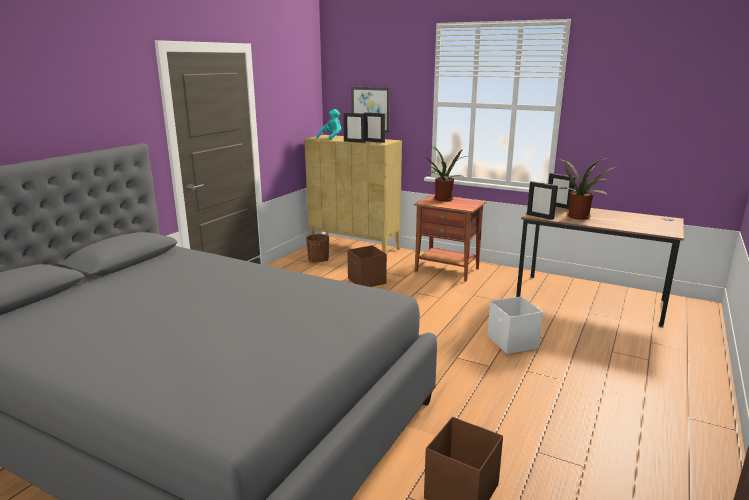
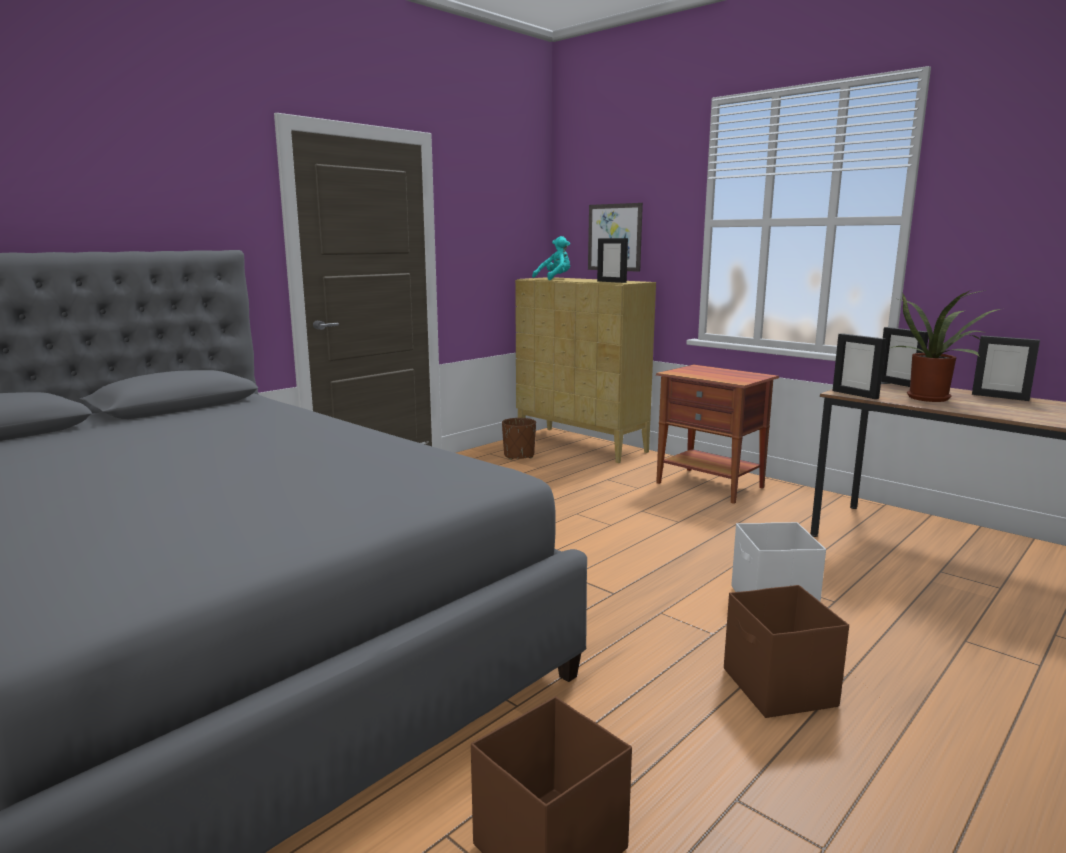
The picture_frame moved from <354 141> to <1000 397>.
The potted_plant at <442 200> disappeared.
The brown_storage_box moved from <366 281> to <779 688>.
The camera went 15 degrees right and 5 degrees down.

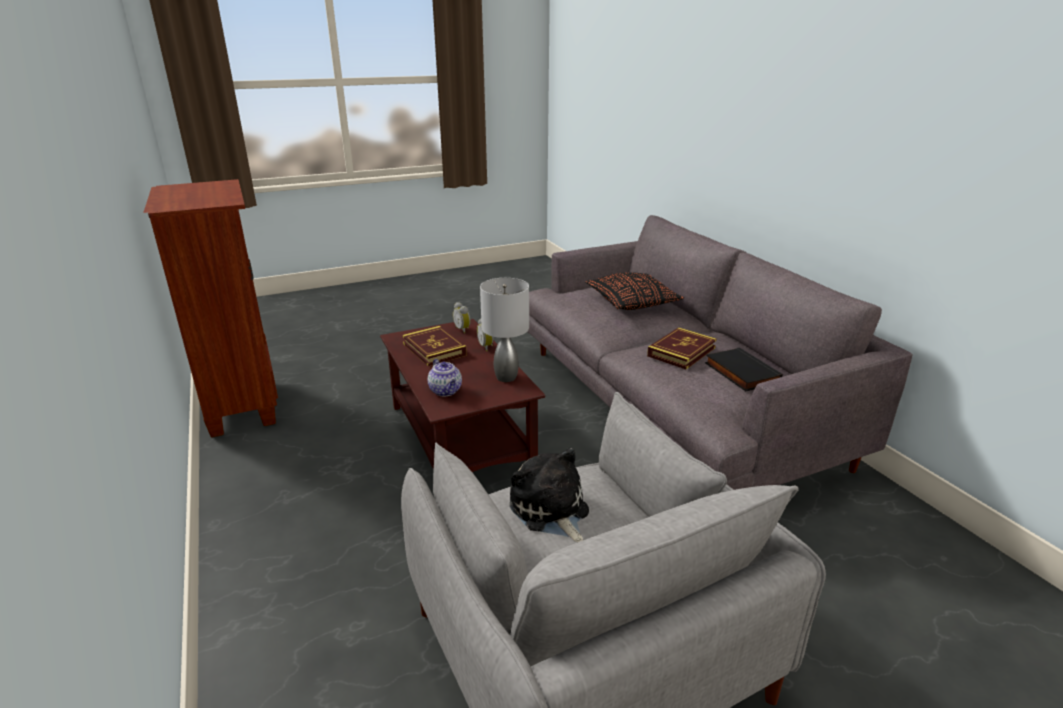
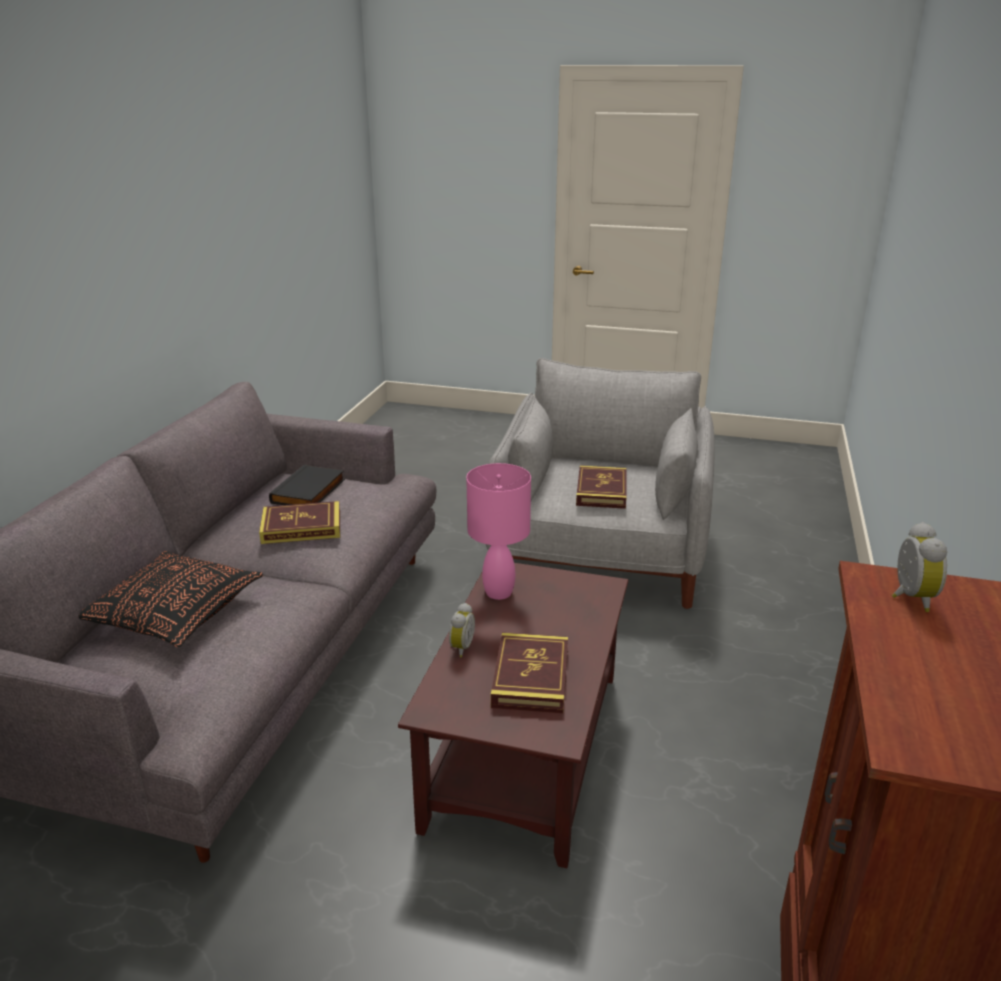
The grey_table_lamp at <506 377> became the pink_table_lamp at <498 593>.
The alarm_clock moved from <463 329> to <909 598>.
The teapot at <446 391> disappeared.
The plush_toy at <550 511> was replaced by the book at <601 491>.
The camera went 140 degrees left and 0 degrees up.

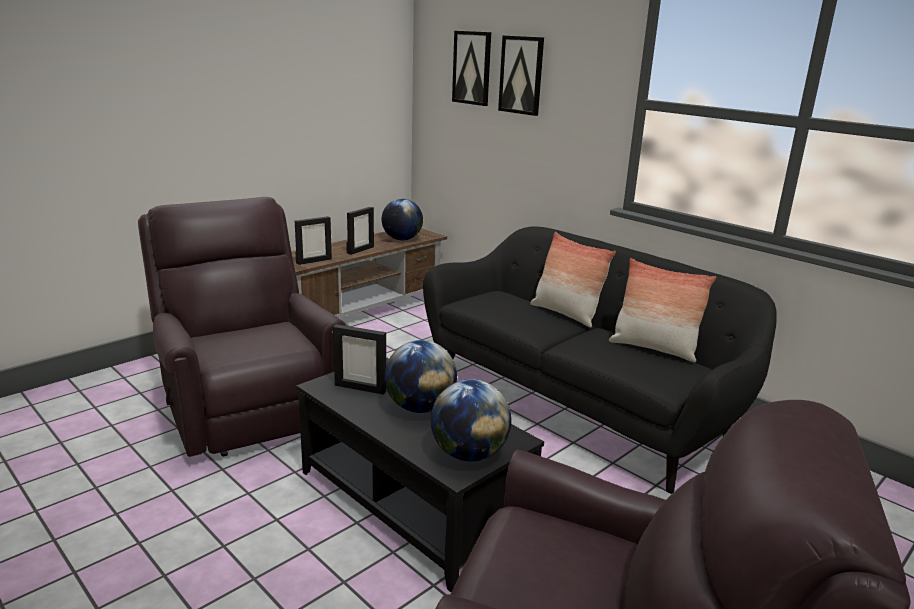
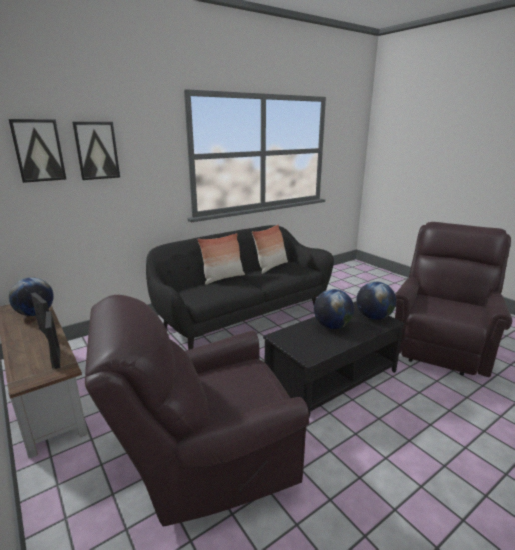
The picture_frame at <360 387> disappeared.
The camera went 80 degrees left and 0 degrees up.

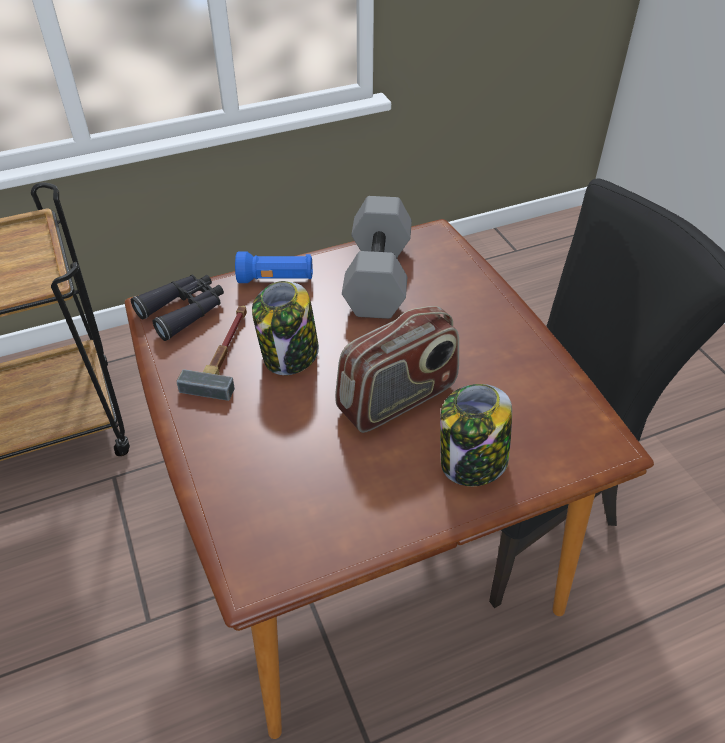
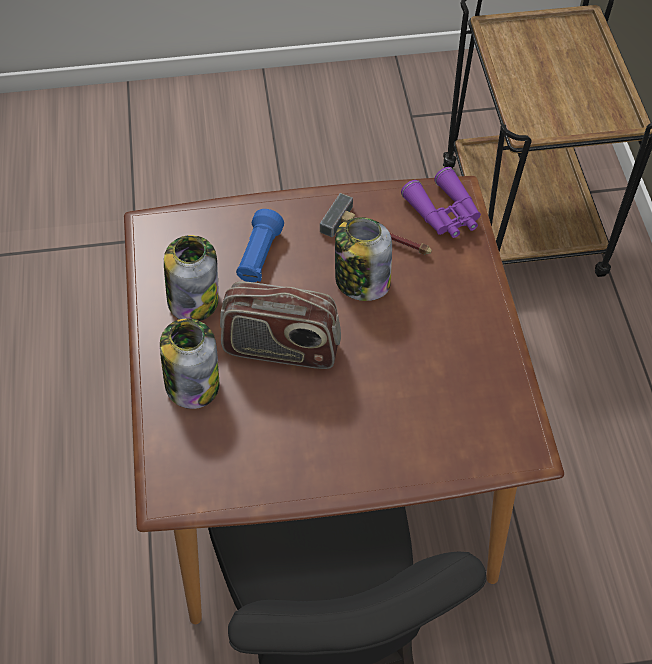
The grey_dumbbell at <380 278> disappeared.
The blue_flashlight moved from <276 279> to <259 257>.
The black_binoculars at <184 311> became the purple_binoculars at <444 213>.
The radio at <398 399> turned 60 degrees counterclockwise.
The jar at <193 299> appeared.
The camera went 105 degrees right and 10 degrees up.

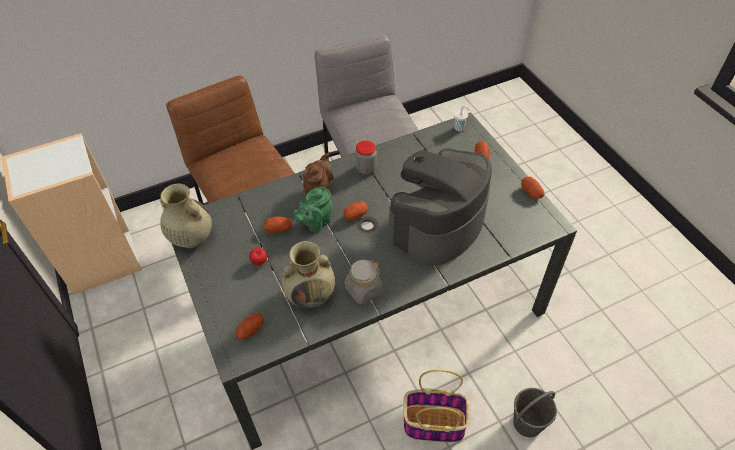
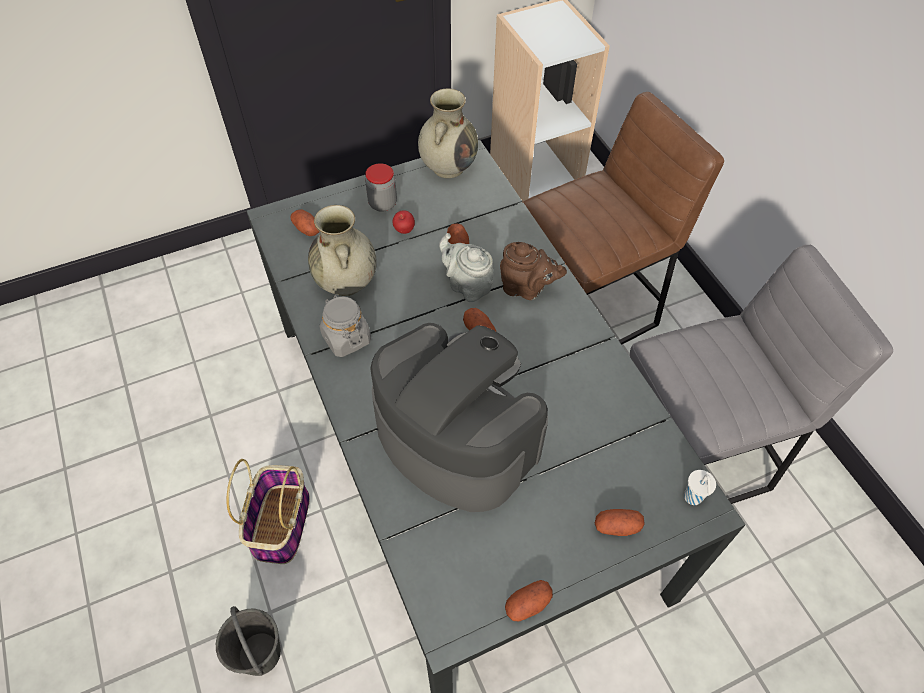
The jar moved from <366 168> to <382 203>.
The green_teapot at <316 223> became the grey_teapot at <467 285>.
The camera went 90 degrees right and 5 degrees up.

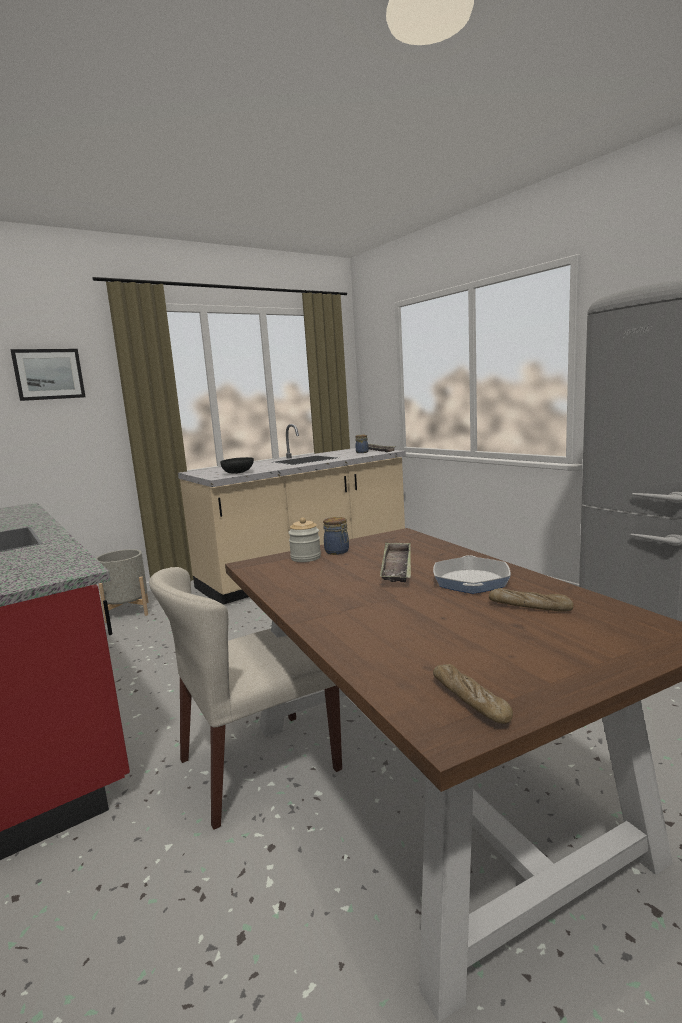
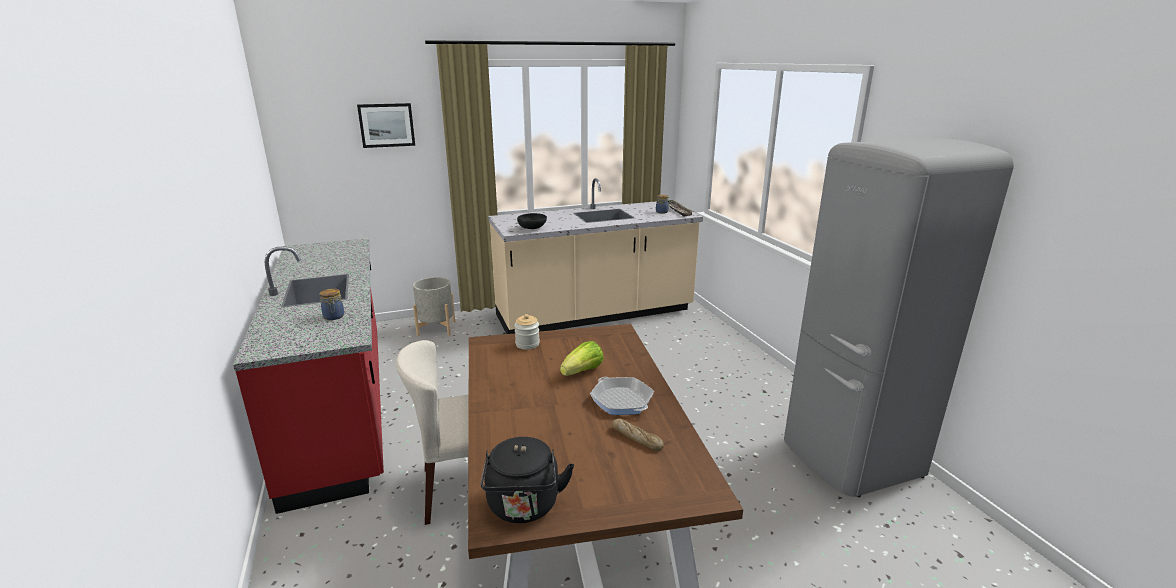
The jar moved from <337 552> to <334 317>.
The tray at <397 567> was replaced by the lettuce at <583 372>.
The frying_pan at <471 581> turned 60 degrees counterclockwise.
The bread at <469 701> was replaced by the black_kettle at <524 507>.
The camera went 15 degrees right and 10 degrees up.

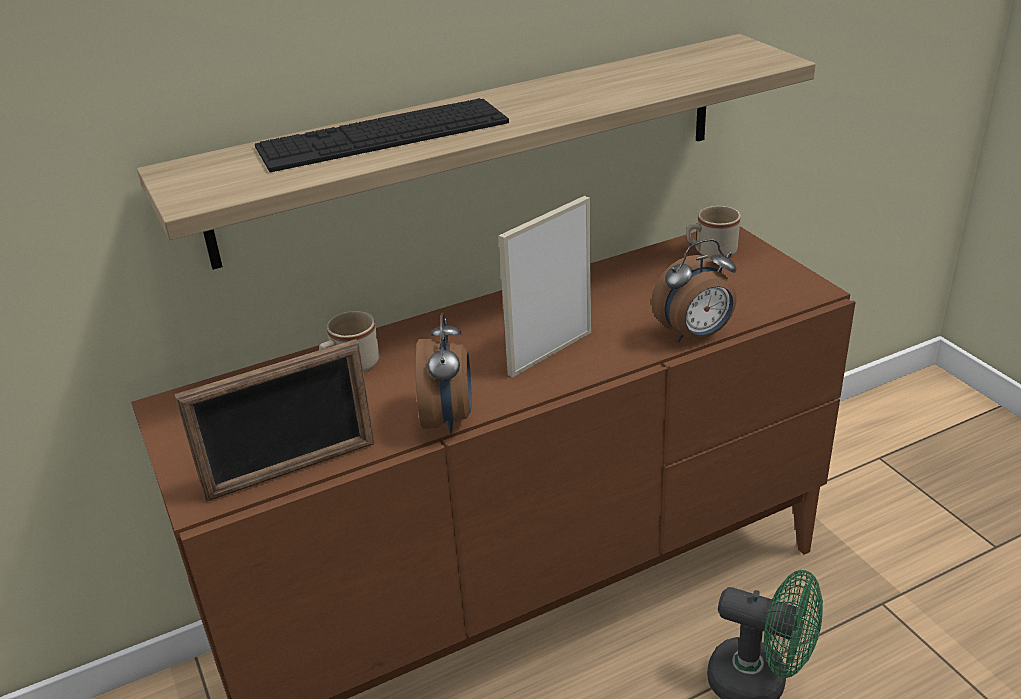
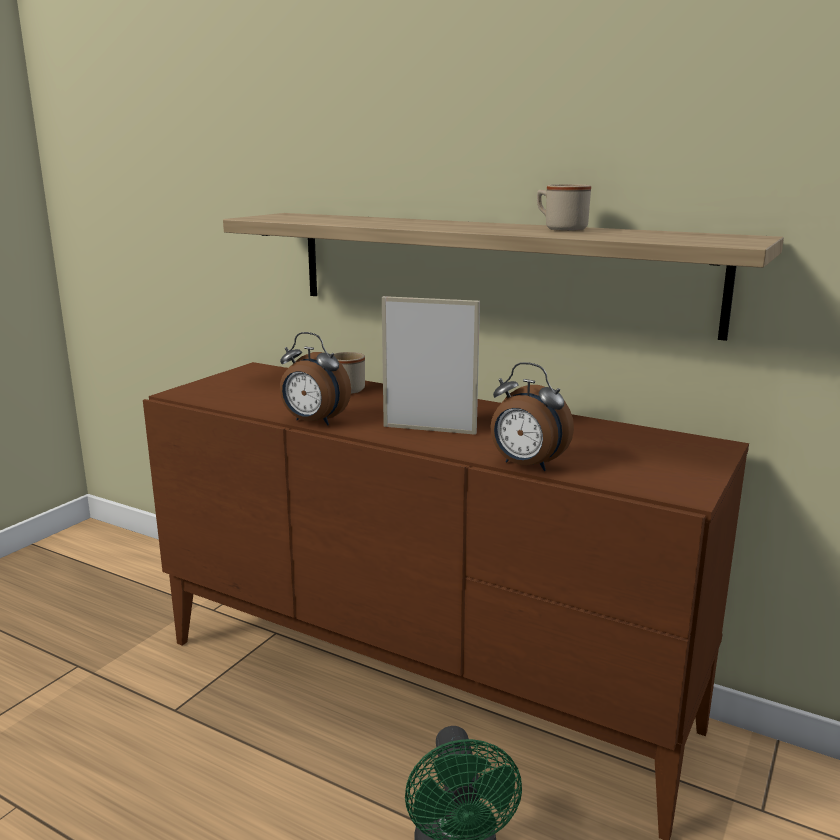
The keyboard at <383 135> disappeared.
The beige_mug moved from <710 252> to <560 229>.
The alarm_clock at <448 419> turned 60 degrees clockwise.
The picture_frame at <292 470> disappeared.
The camera went 55 degrees right and 15 degrees down.

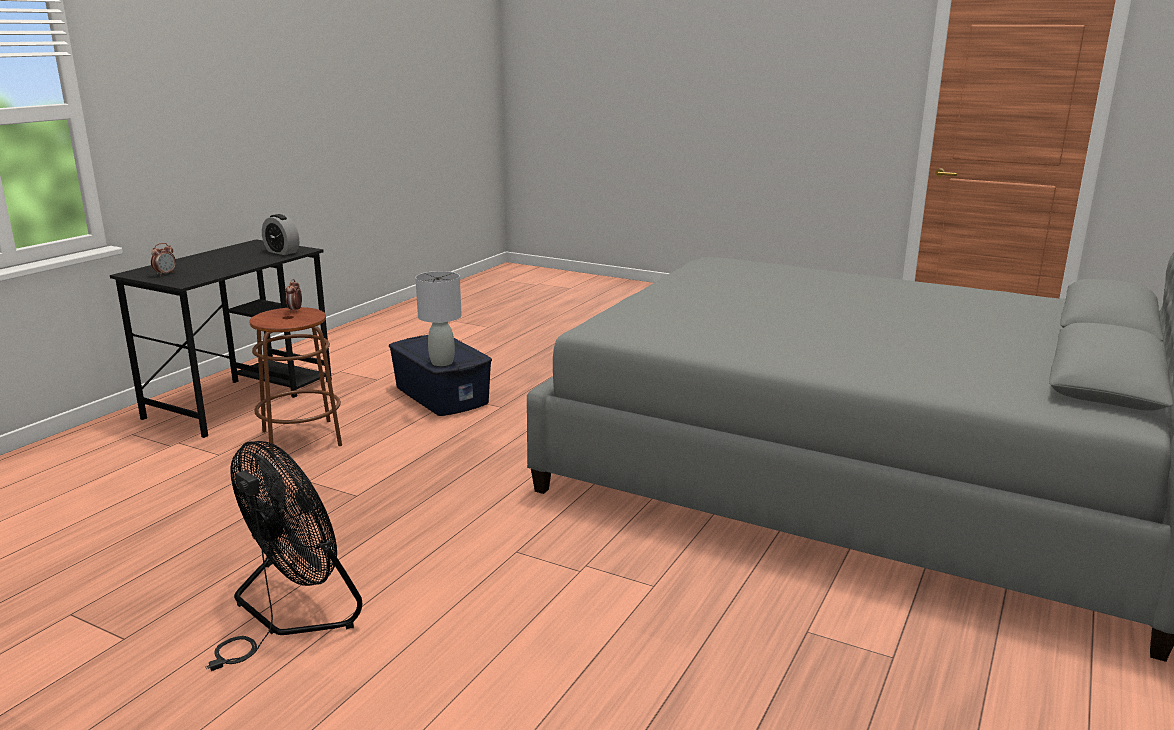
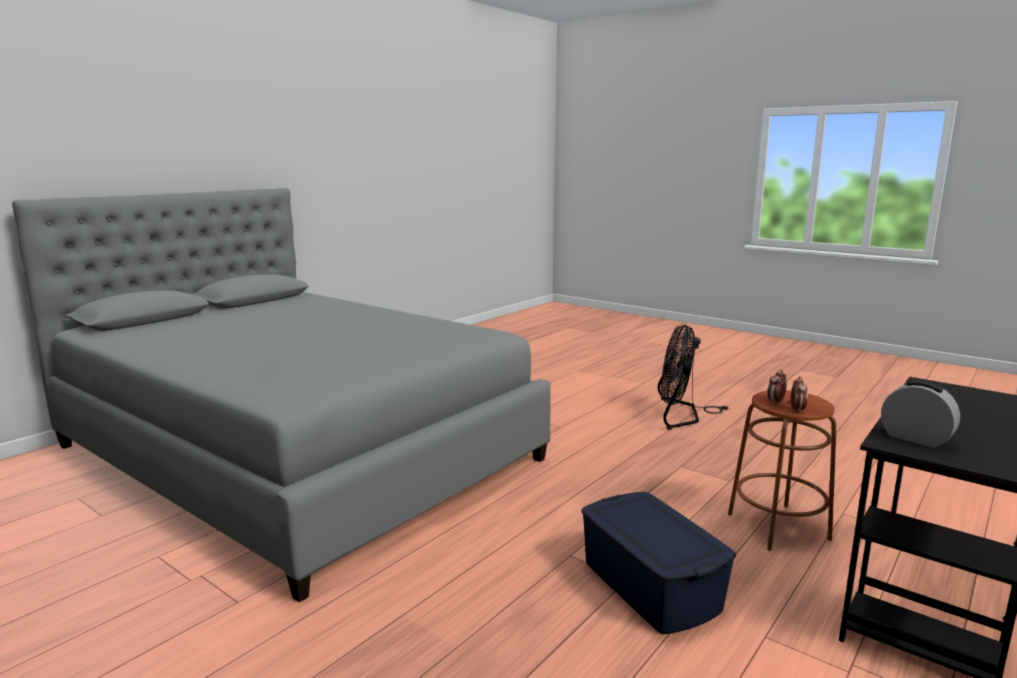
The alarm_clock moved from <165 274> to <775 402>.
The grey_table_lamp at <442 362> disappeared.
The black_fan at <281 610> turned 45 degrees clockwise.
The camera went 170 degrees left and 5 degrees down.

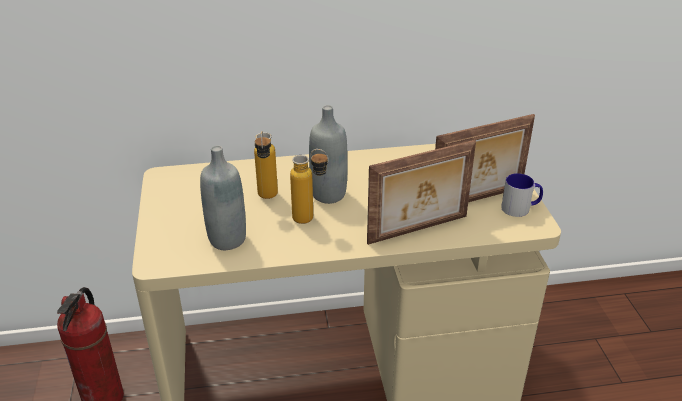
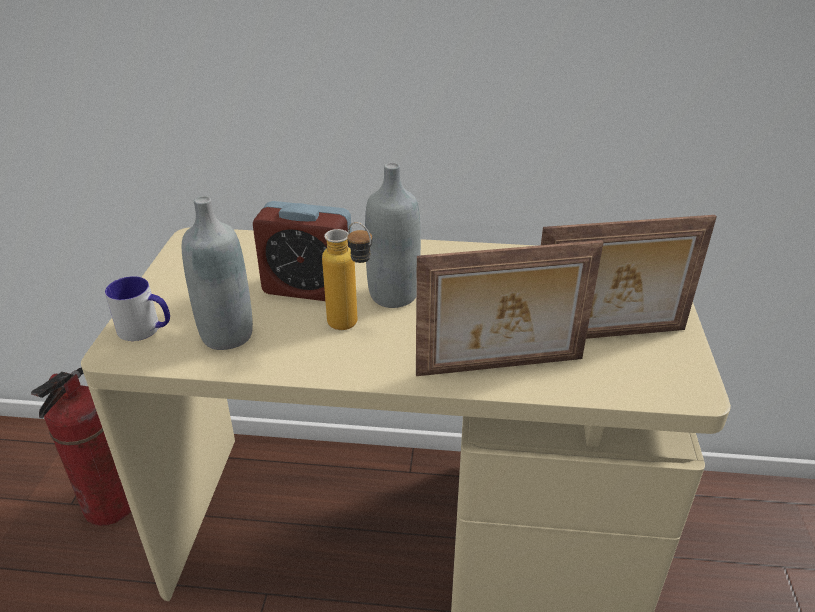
The bottle at <267 199> was replaced by the alarm_clock at <308 288>.
The mug moved from <520 208> to <146 329>.
The camera went 15 degrees right and 0 degrees up.

